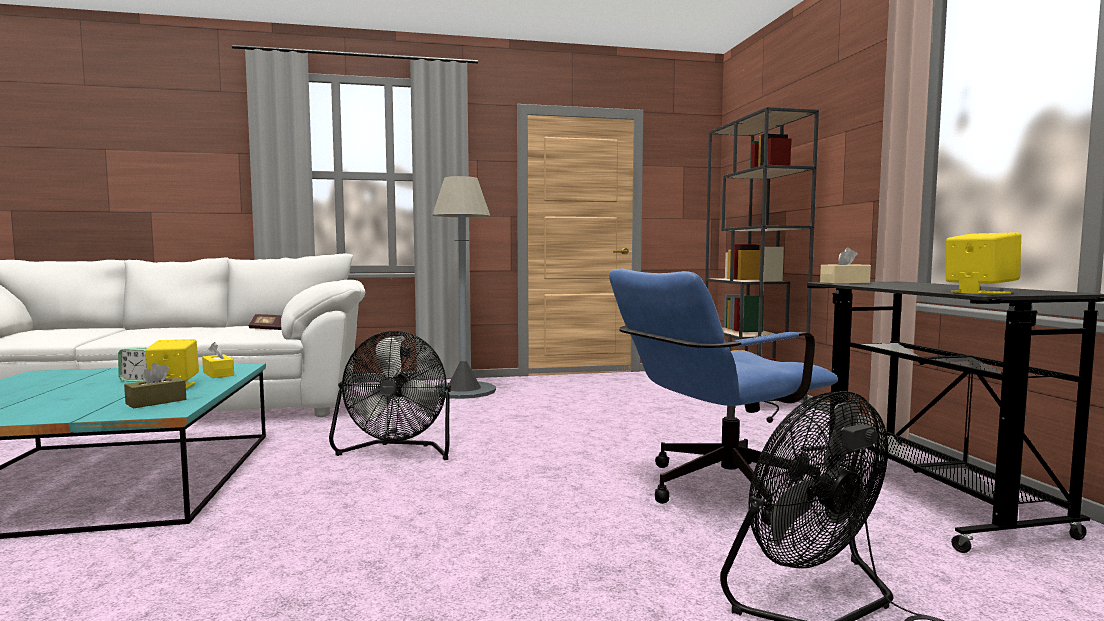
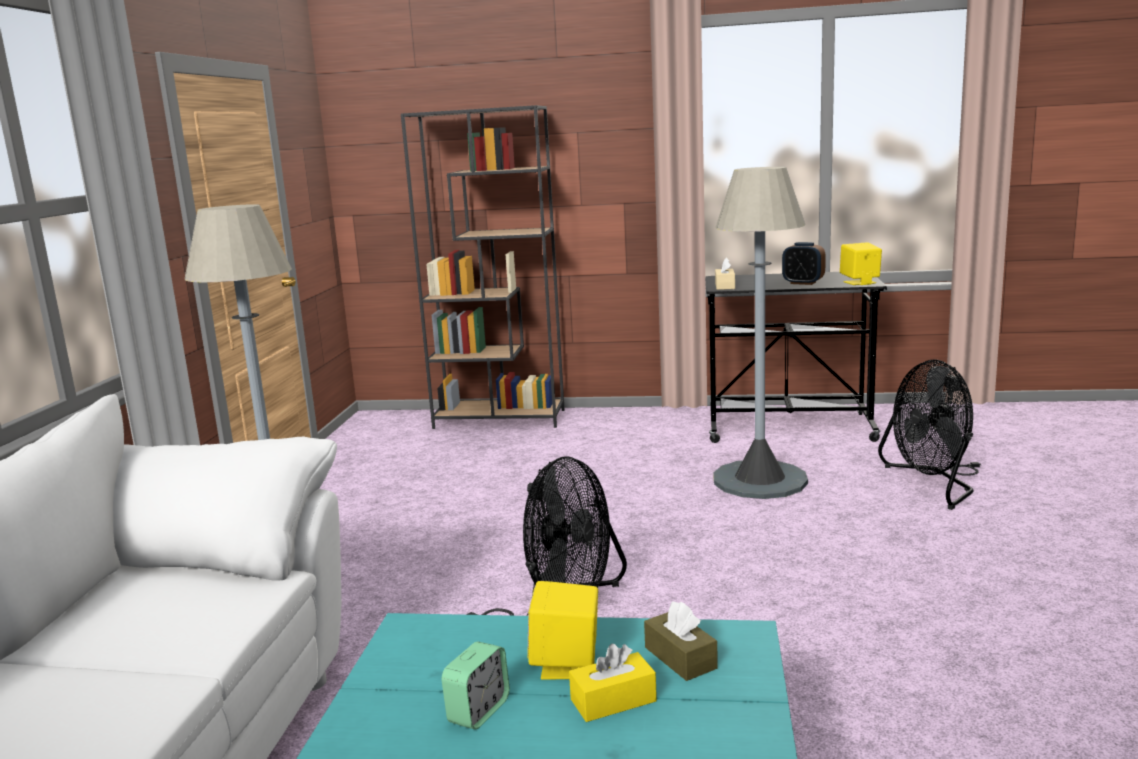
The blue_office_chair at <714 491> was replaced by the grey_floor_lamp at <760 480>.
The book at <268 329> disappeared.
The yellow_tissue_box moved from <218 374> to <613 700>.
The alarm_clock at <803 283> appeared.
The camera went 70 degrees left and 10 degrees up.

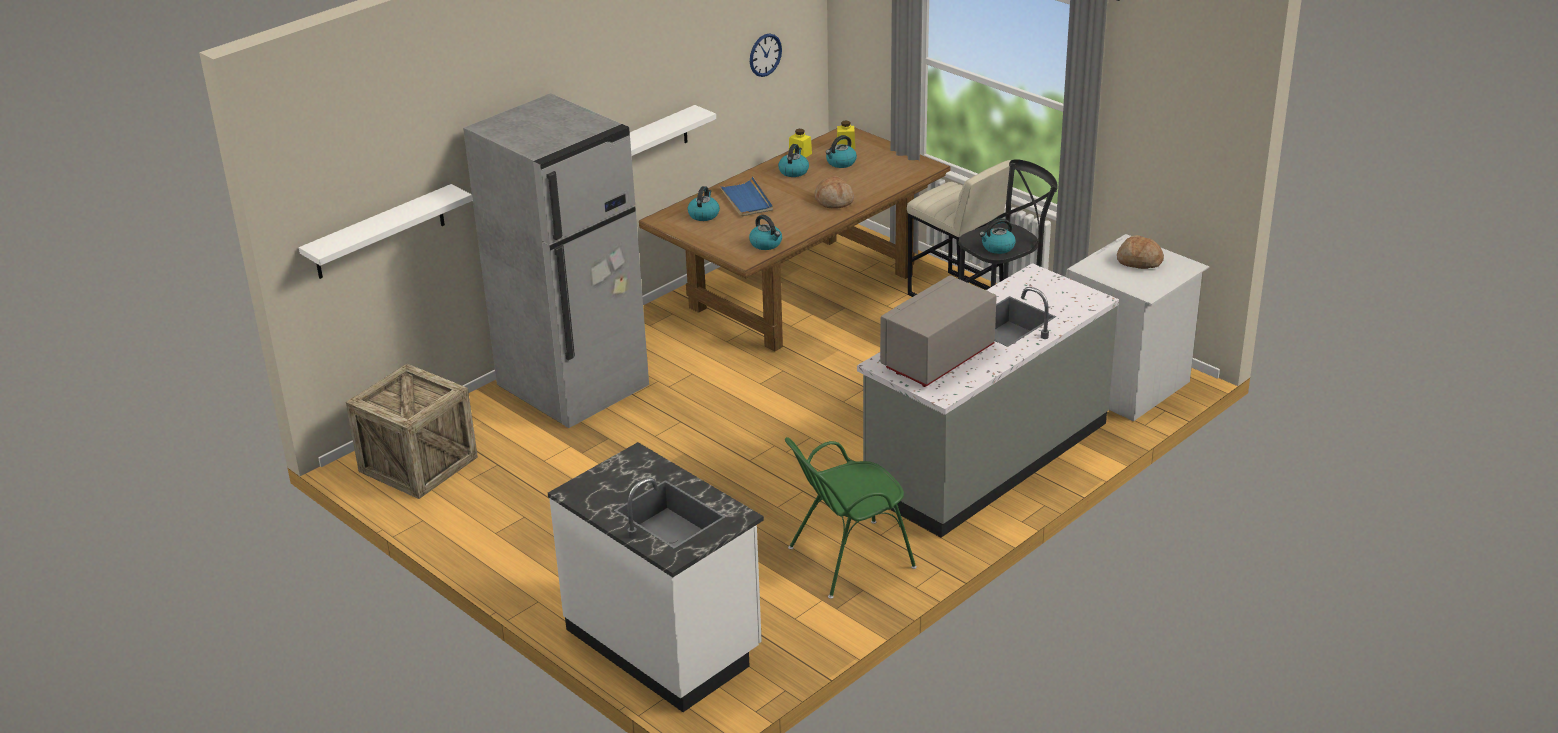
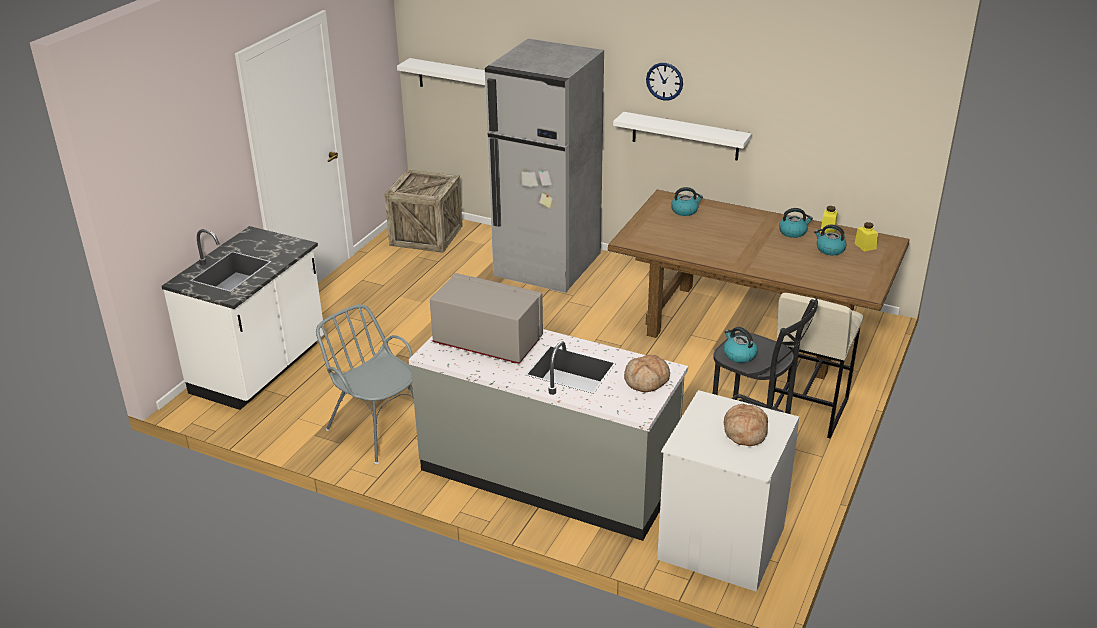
The wall_clock moved from <765 55> to <664 81>.
The bread moved from <834 200> to <647 381>.
The blue_tray at <746 200> disappeared.
The kettle at <766 244> disappeared.
The green_chair at <847 559> became the grey_chair at <376 428>.
The camera went 70 degrees right and 0 degrees up.

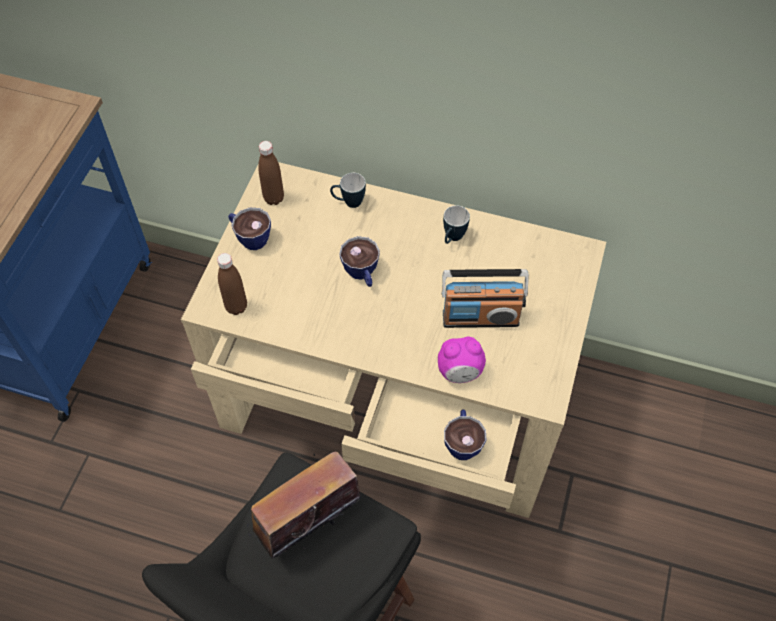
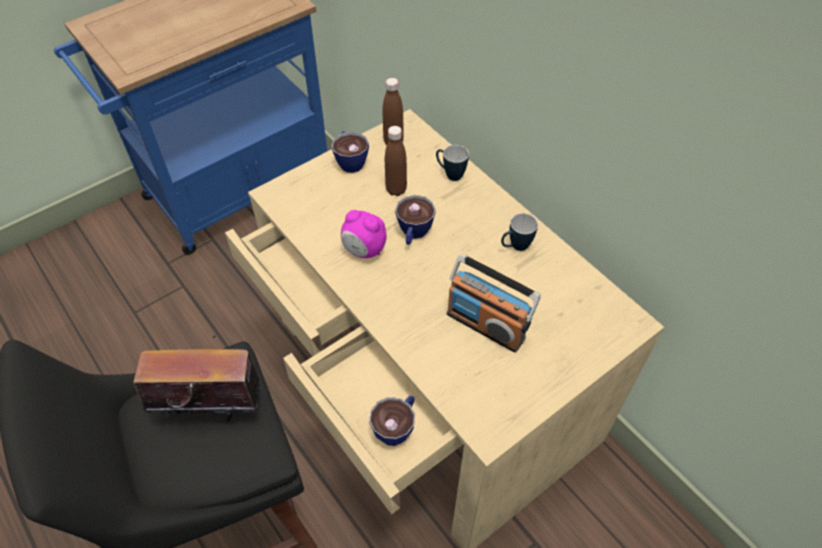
The brown_bottle moved from <236 307> to <396 190>.
The alarm_clock moved from <460 372> to <364 250>.
The camera went 35 degrees right and 5 degrees down.

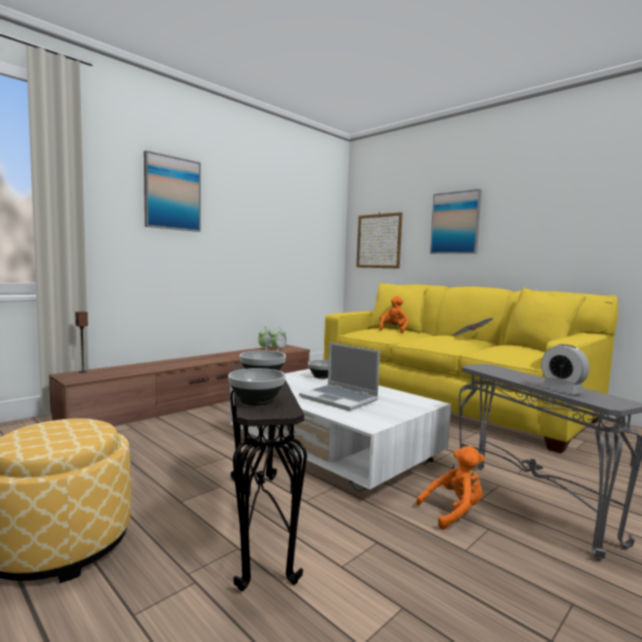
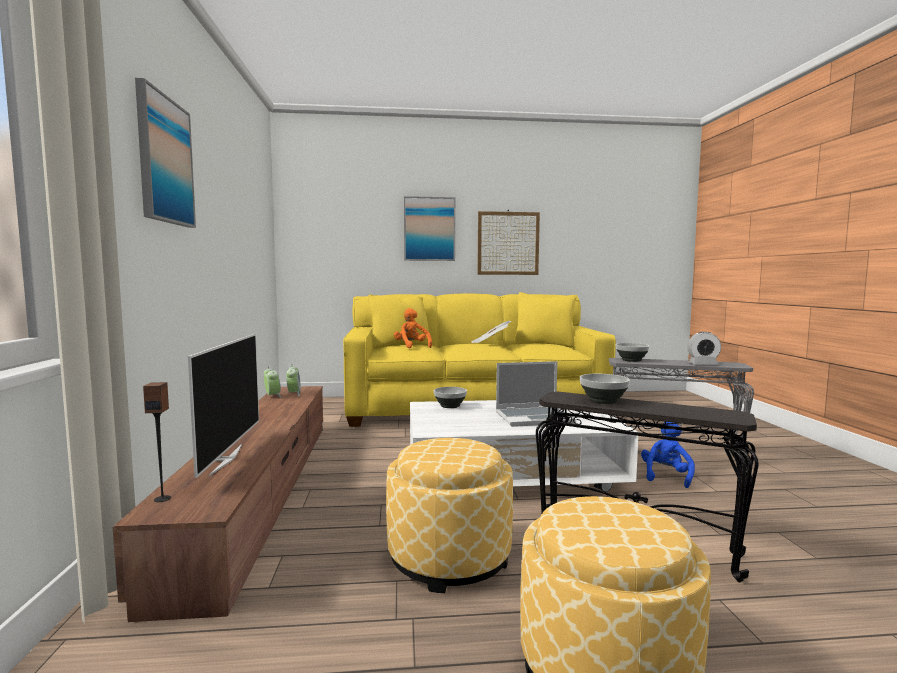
The picture moved from <379 240> to <508 242>.
The bowl moved from <255 401> to <631 360>.
The orange_plush_toy at <454 512> became the blue_plush_toy at <666 476>.
The television at <225 459> appeared.
The ottoman at <449 557> appeared.
The camera went 50 degrees left and 0 degrees up.

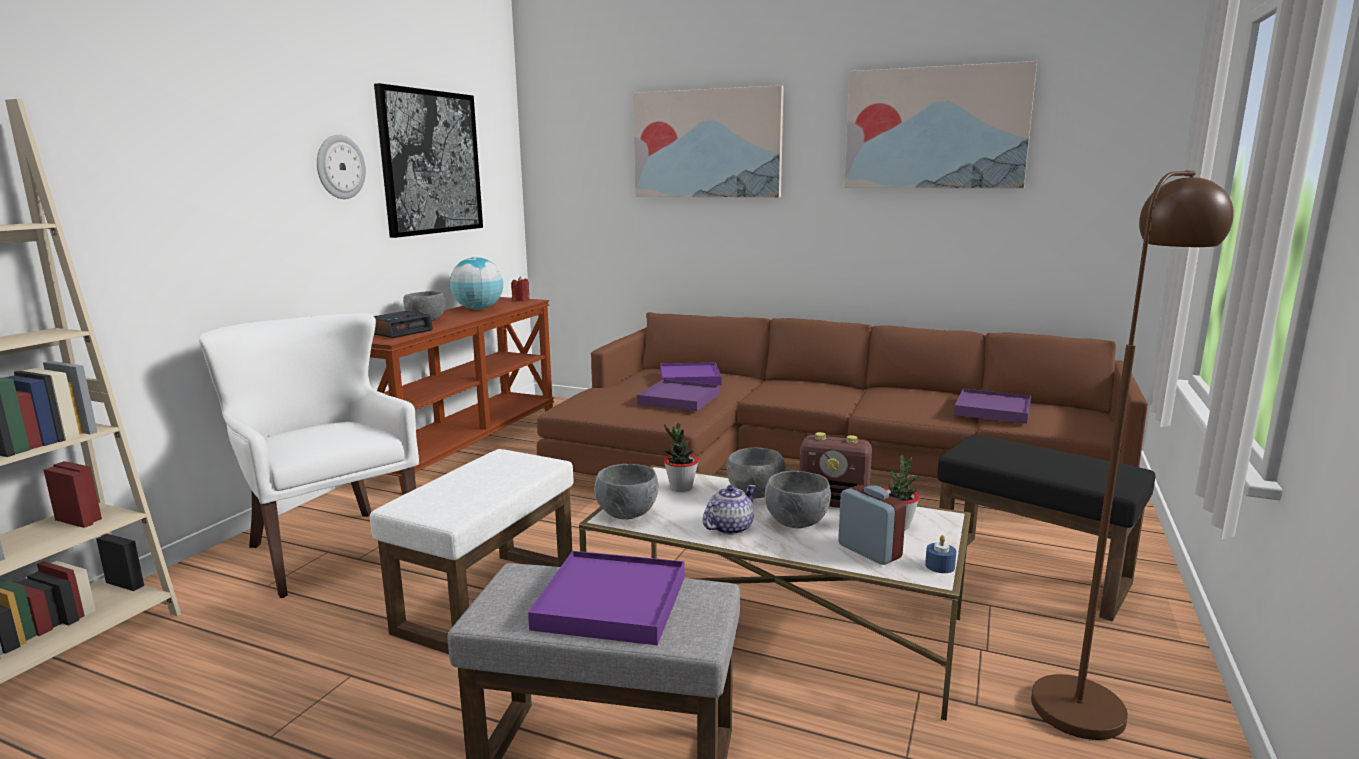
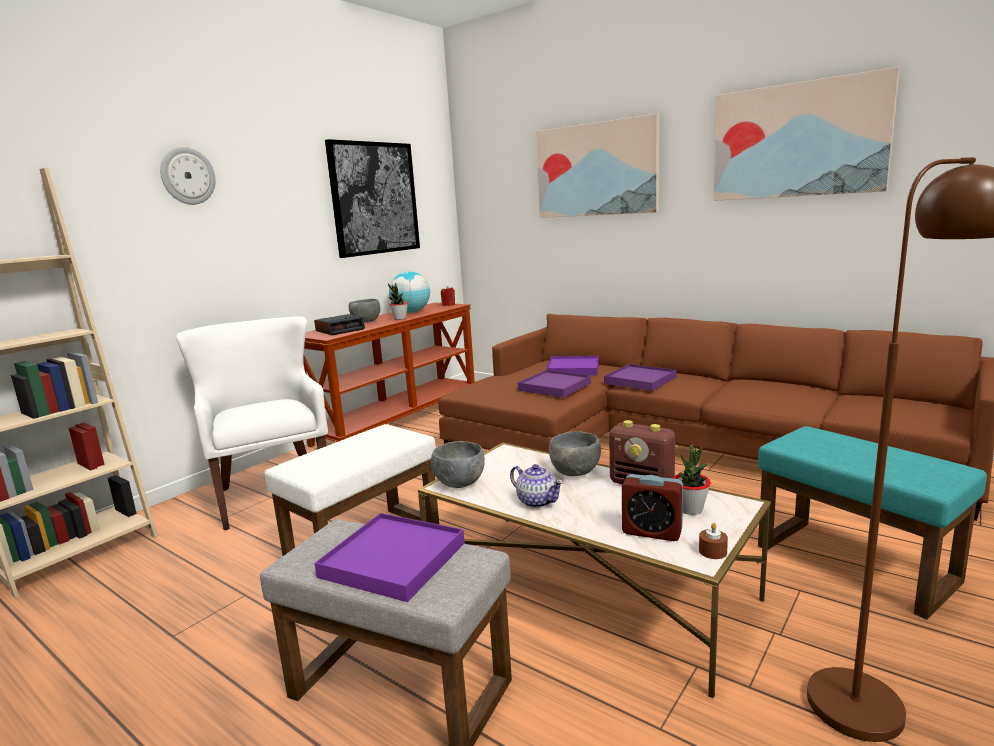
The wall_clock moved from <340 167> to <187 176>.
The purple_tray moved from <992 410> to <640 380>.
The potted_plant moved from <681 487> to <400 318>.
The black_ottoman at <1033 574> became the turquoise_ottoman at <857 563>.
The grey_bowl at <795 522> disappeared.
The teapot at <729 528> turned 75 degrees clockwise.
The alarm_clock at <869 551> turned 135 degrees clockwise.
The blue_candle at <940 566> became the brown_candle at <712 551>.
The camera went 15 degrees right and 0 degrees up.

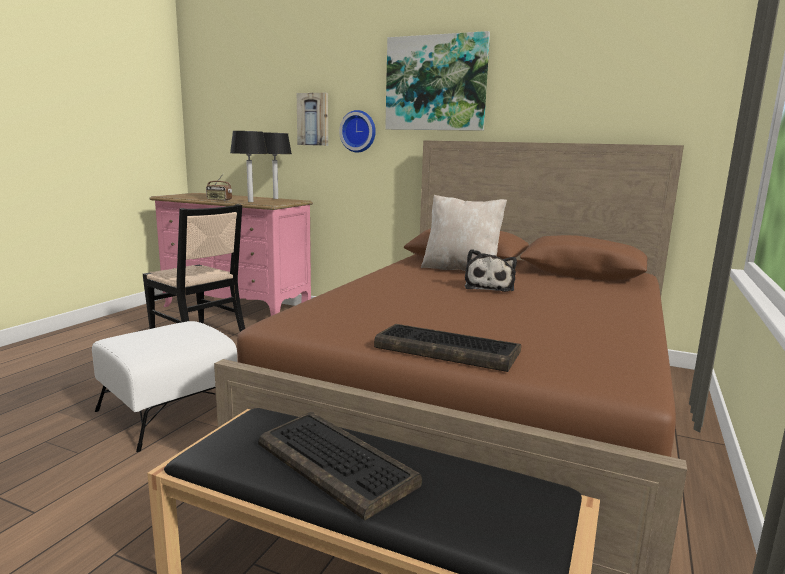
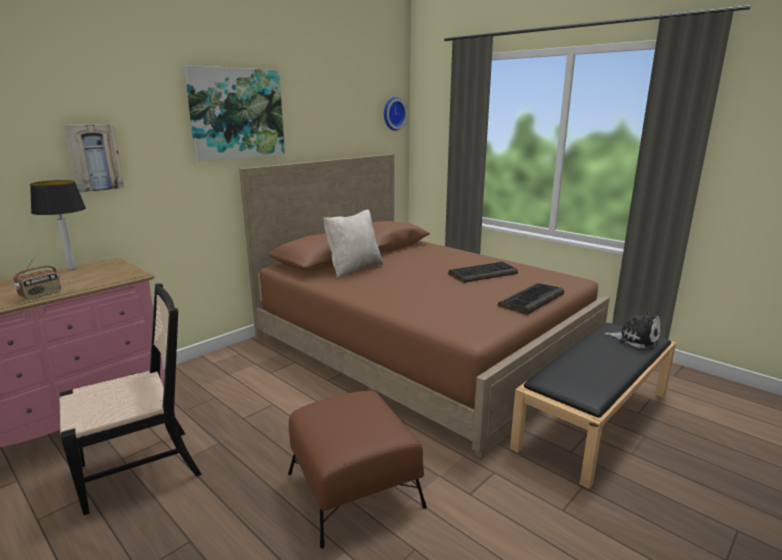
The wall_clock moved from <359 131> to <393 113>.
The table_lamp at <250 201> disappeared.
The plush_toy moved from <489 287> to <635 339>.
The white_ottoman at <171 412> became the brown_ottoman at <354 488>.
The keyboard moved from <337 464> to <483 273>.
The camera went 70 degrees left and 5 degrees up.

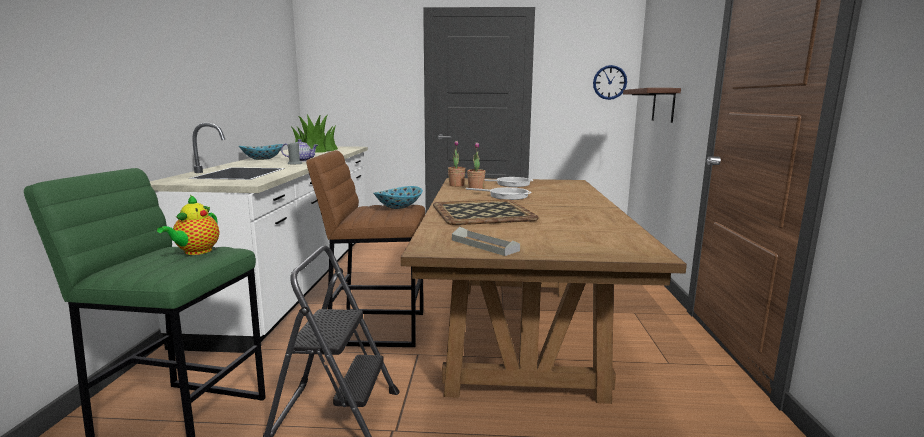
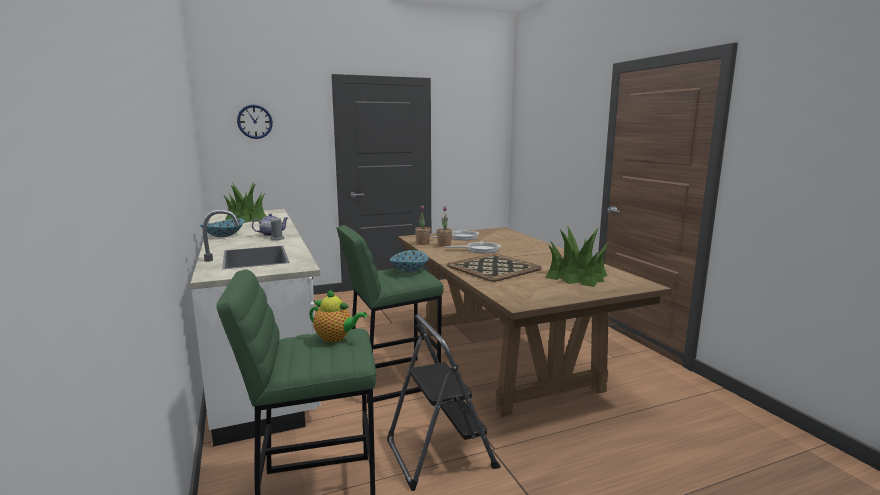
The wall_clock moved from <609 82> to <255 121>.
The brown_shelf at <663 105> disappeared.
The brown_stool at <375 328> became the green_stool at <391 379>.
The teapot at <196 252> turned 60 degrees counterclockwise.
The grey_tray at <484 245> disappeared.
The potted_plant at <576 276> appeared.
The camera went 25 degrees left and 0 degrees up.

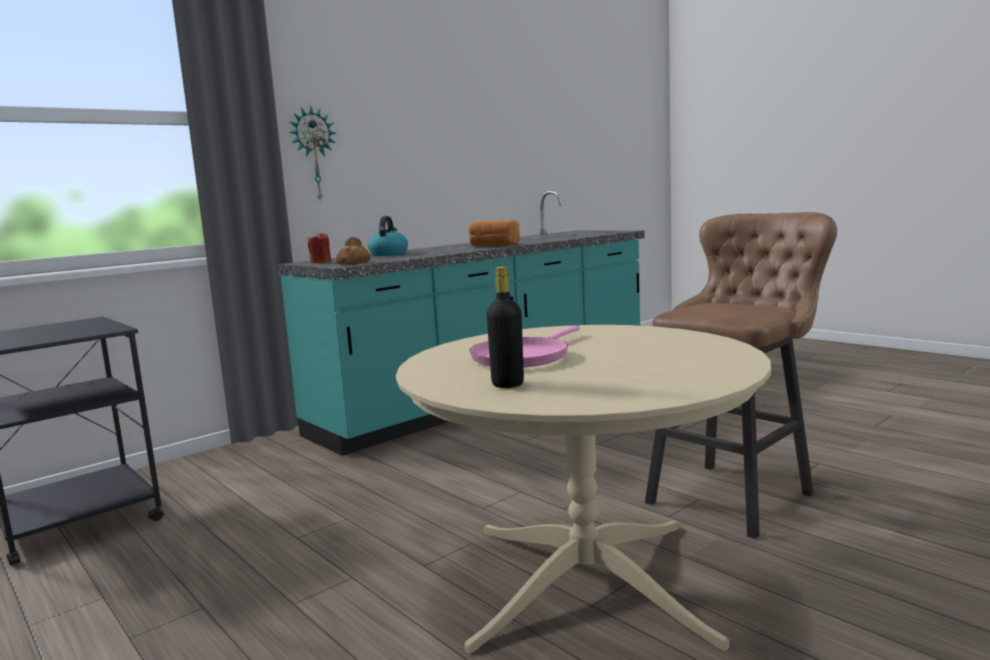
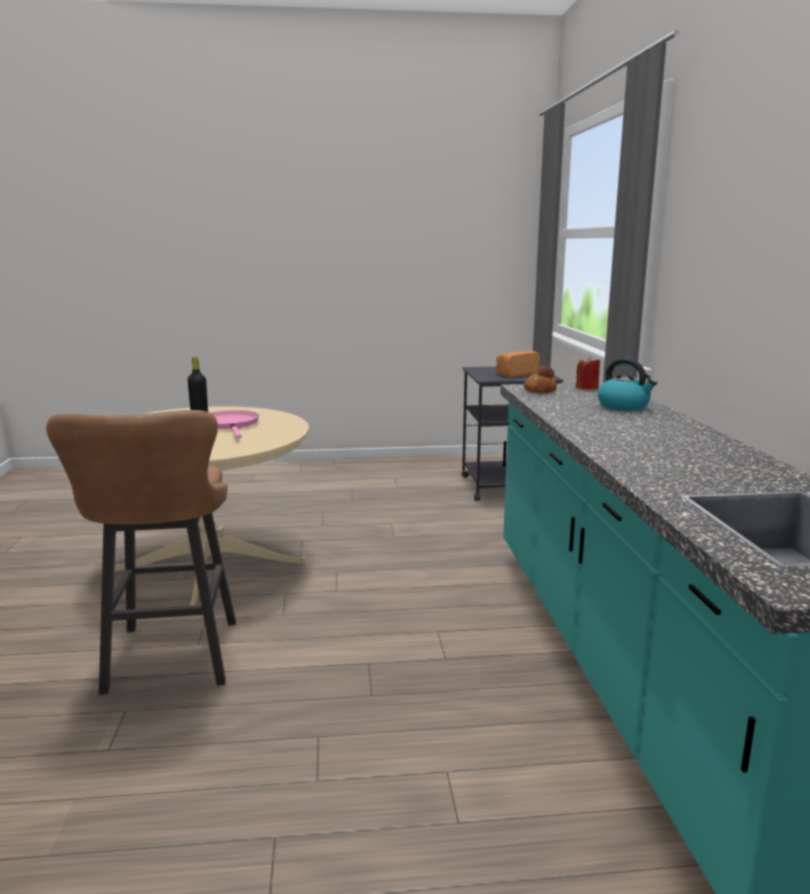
The wall_clock at <313 154> disappeared.
The bread moved from <493 246> to <515 374>.
The camera went 125 degrees right and 5 degrees up.

